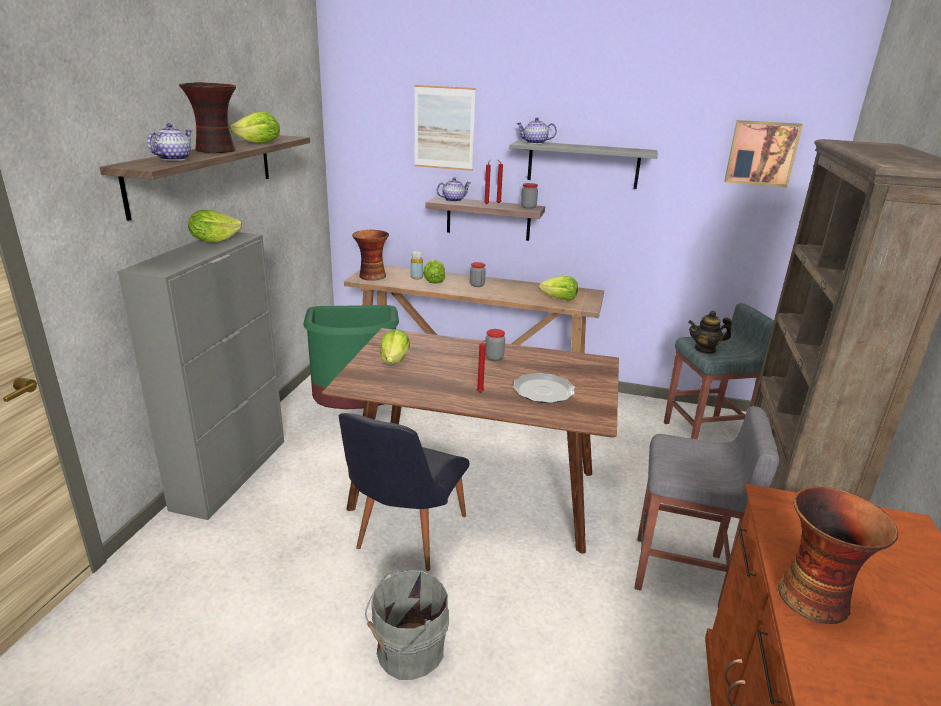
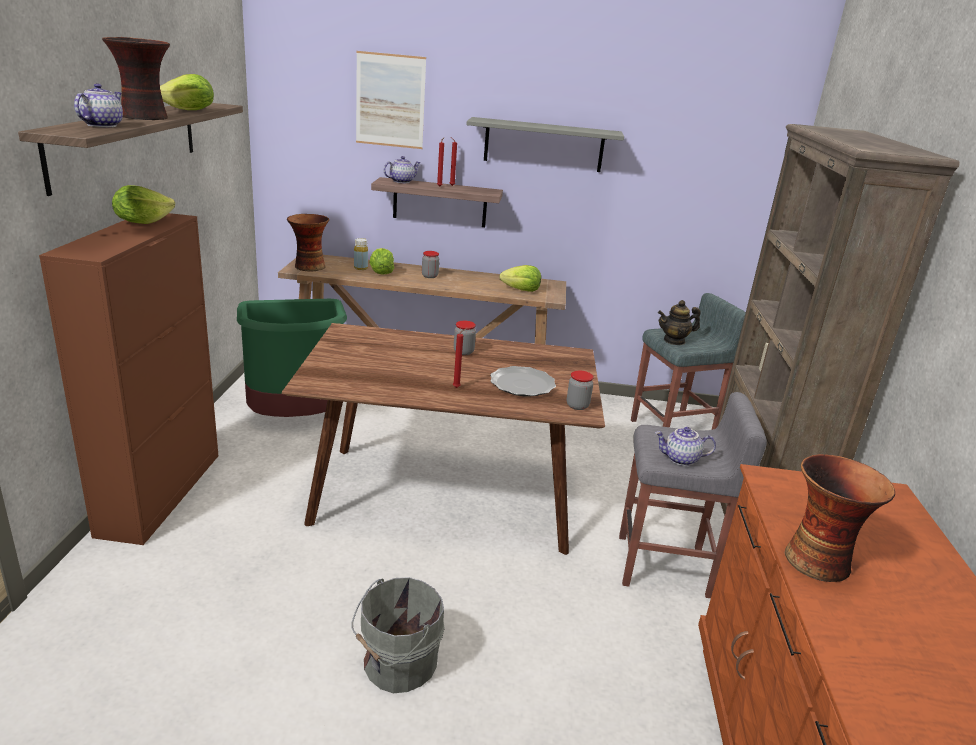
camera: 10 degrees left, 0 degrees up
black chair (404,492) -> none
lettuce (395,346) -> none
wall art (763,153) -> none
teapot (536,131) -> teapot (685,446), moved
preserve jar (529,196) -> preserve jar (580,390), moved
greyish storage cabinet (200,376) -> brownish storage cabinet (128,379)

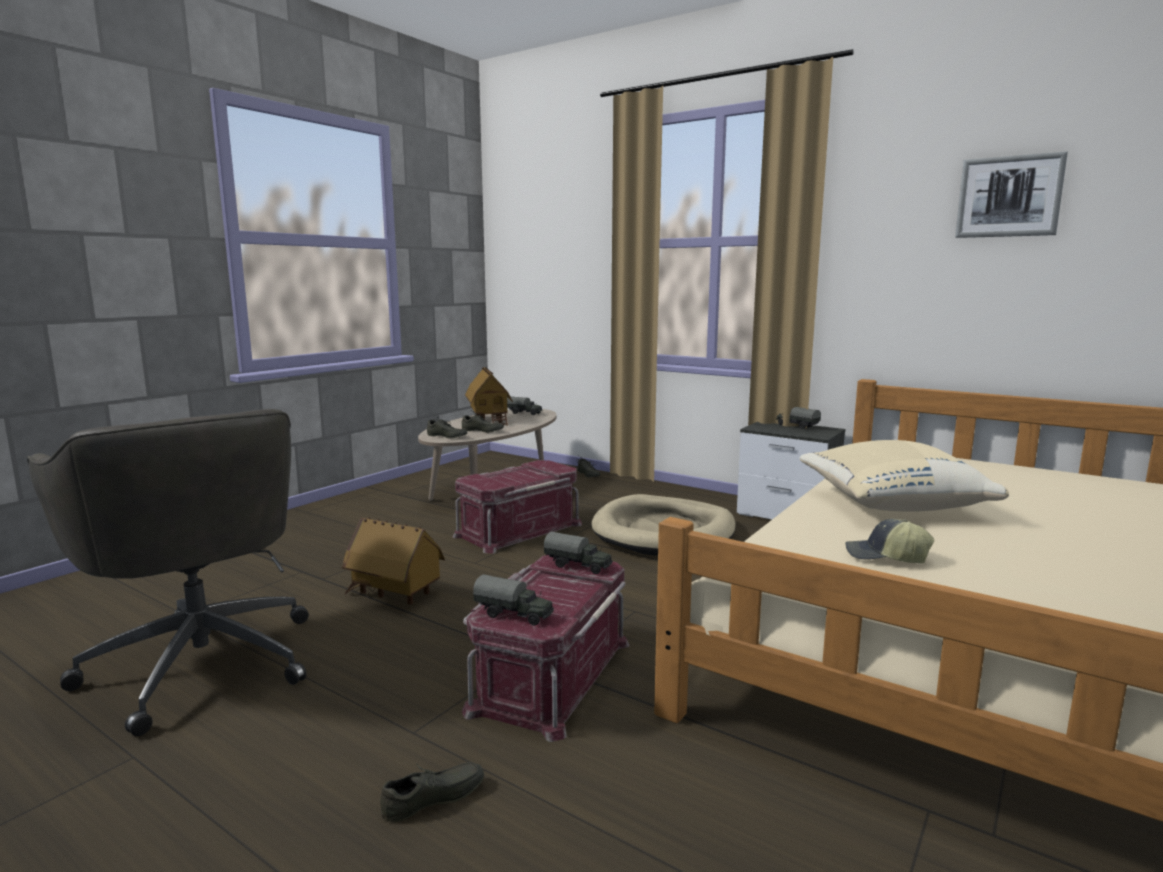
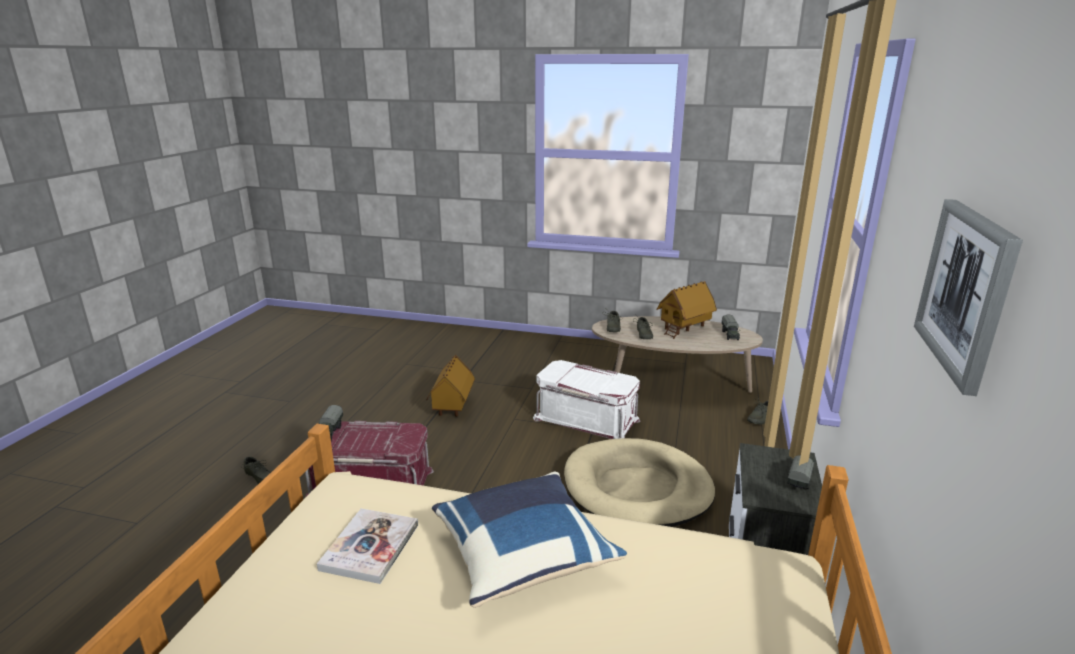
camera: 70 degrees right, 10 degrees up
greyish office chair (168,572) -> none
toy lorry (577,552) -> none
baseball cap (889,541) -> bound book (367,546)
red storage container (517,506) -> whitish storage container (586,399)
beige pillow (904,476) -> bluish pillow (529,540)

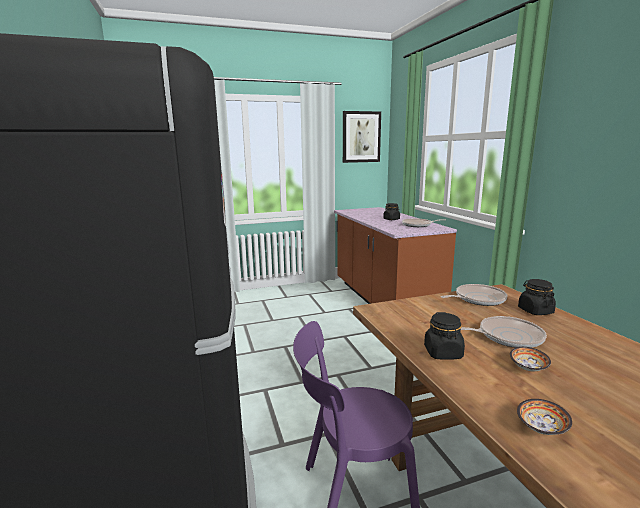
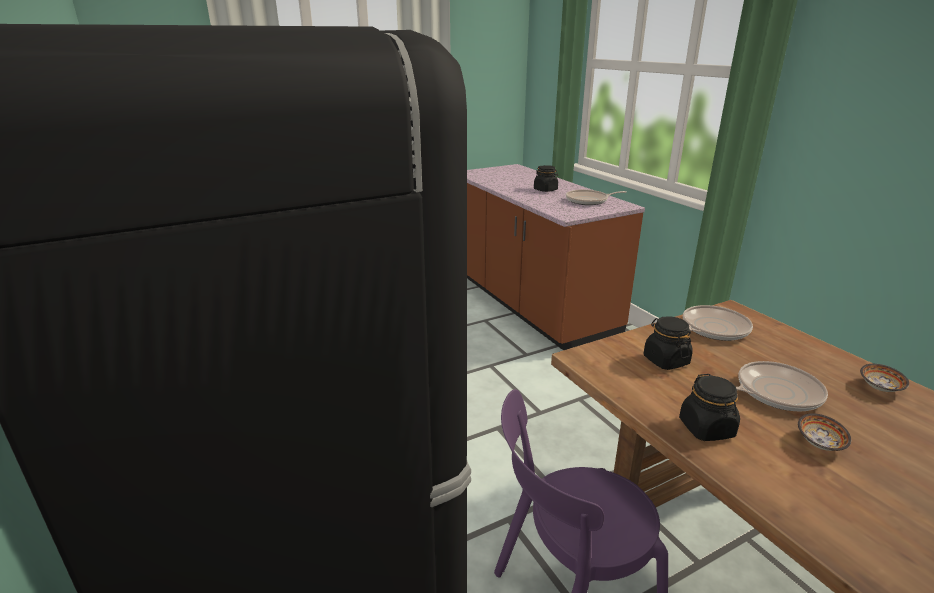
camera: 10 degrees left, 10 degrees up
wall art (362,137) -> none
bowl (544,417) -> bowl (884,378), moved
black preserve jar (537,297) -> black preserve jar (668,343), moved

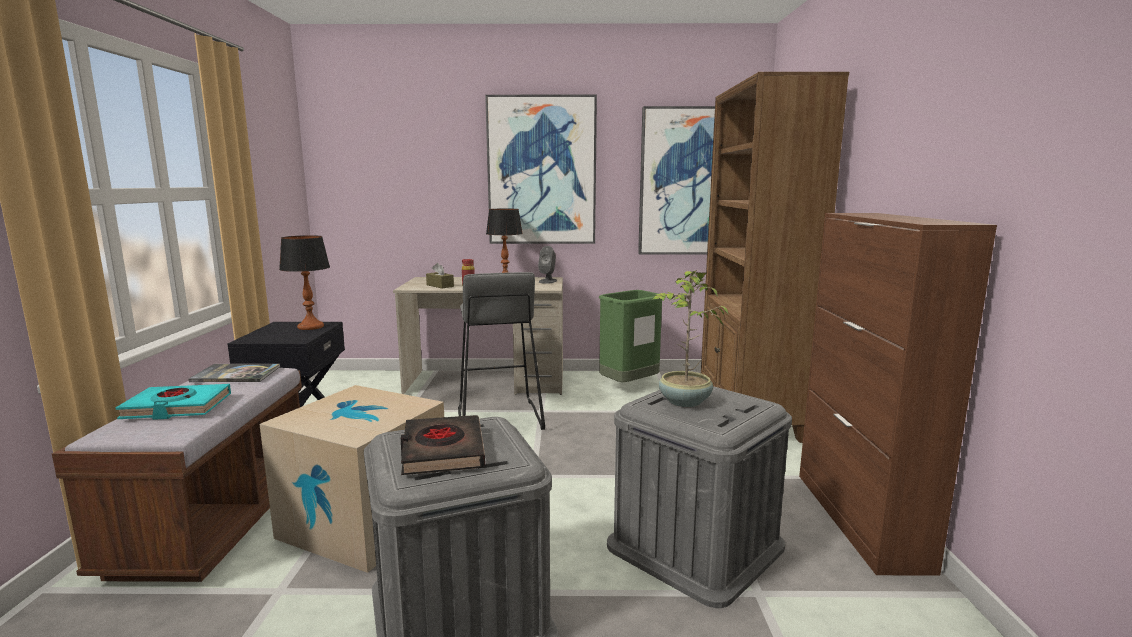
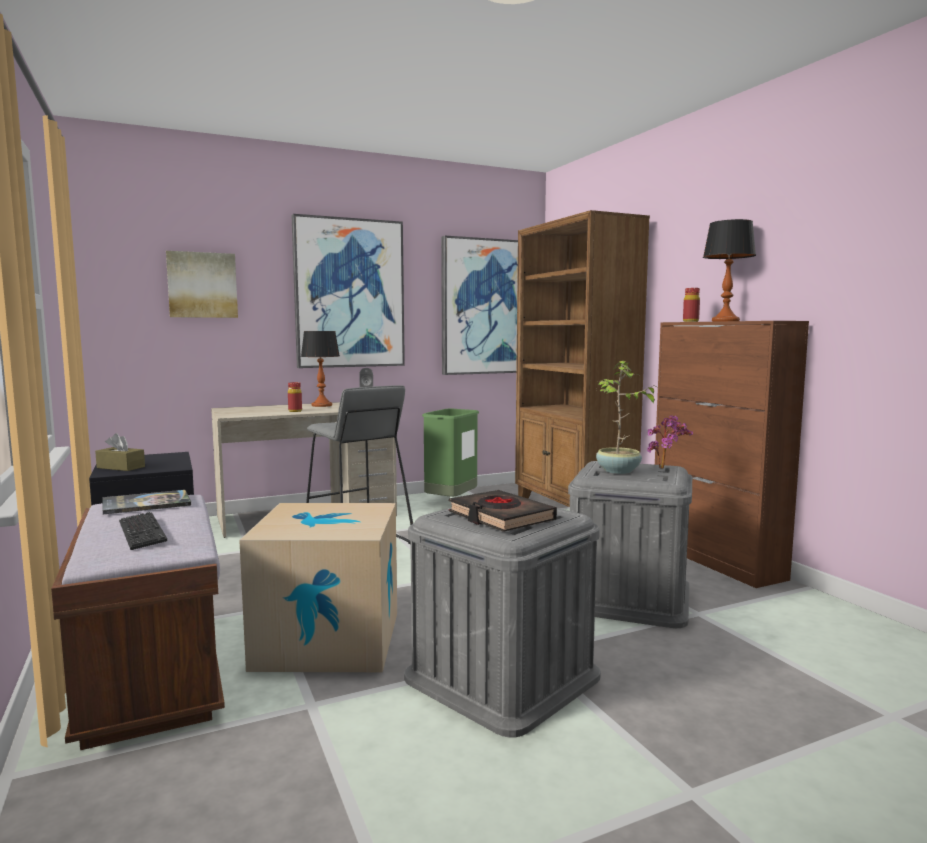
camera: 25 degrees left, 5 degrees down
none -> wall art (202,284)
none -> plant in a pot (670,442)
none -> red bottle (691,305)
table lamp (304,282) -> table lamp (729,270), moved
brownish tissue box (440,275) -> brownish tissue box (120,452), moved
turquoise-coloured bound book (173,402) -> keyboard (143,531)

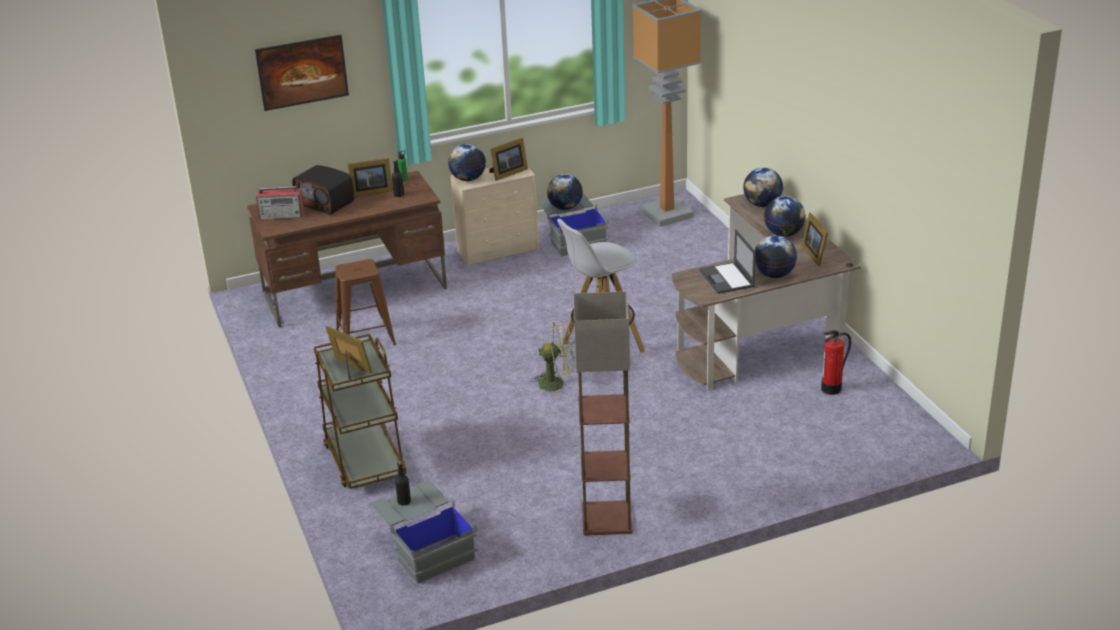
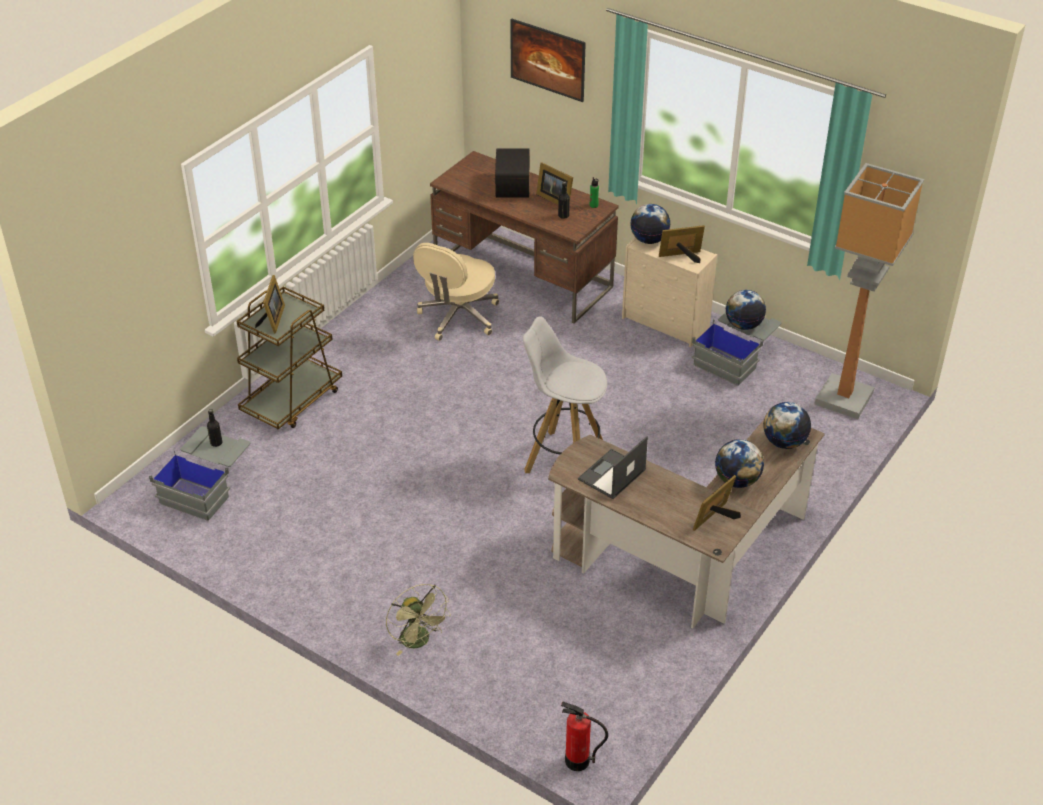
camera: 55 degrees right, 10 degrees up
radio (280,203) -> none
standing lamp (602,413) -> none
desk globe (776,256) -> none
green-coloured fan (553,359) -> green-coloured fan (418,620), moved
fire-fighting cylinder (836,362) -> fire-fighting cylinder (584,736), moved
brownish stool seat (365,302) -> beige office chair (456,292)
photo frame (508,159) -> photo frame (682,244), 150 degrees clockwise

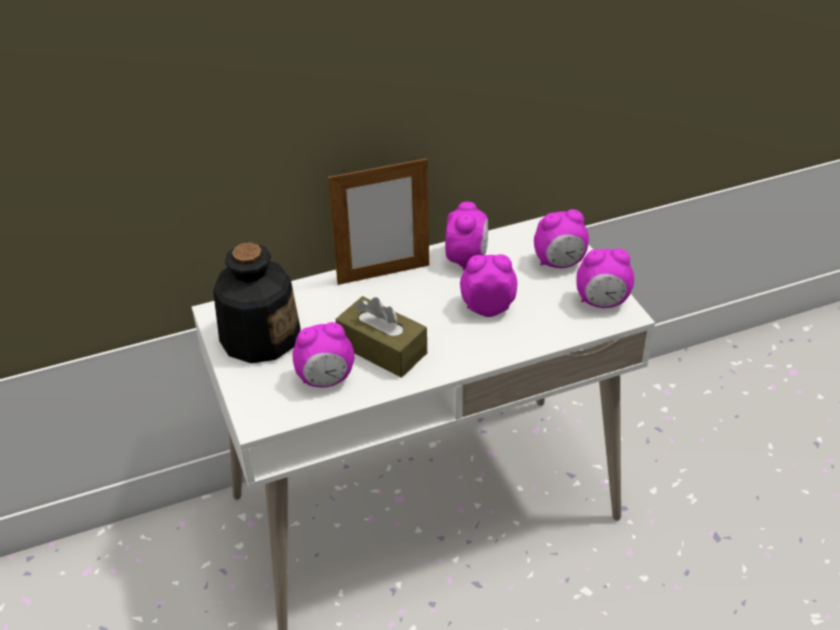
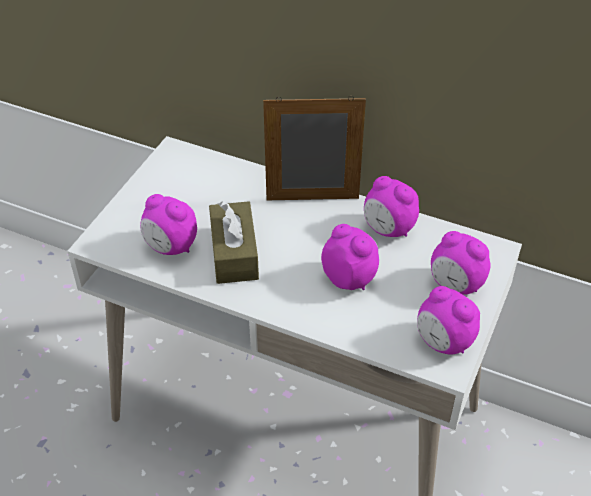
camera: 45 degrees right, 5 degrees up
bottle (257,303) -> none
photo frame (378,221) -> photo frame (314,148), 150 degrees clockwise
alarm clock (466,236) -> alarm clock (391,206), 75 degrees clockwise

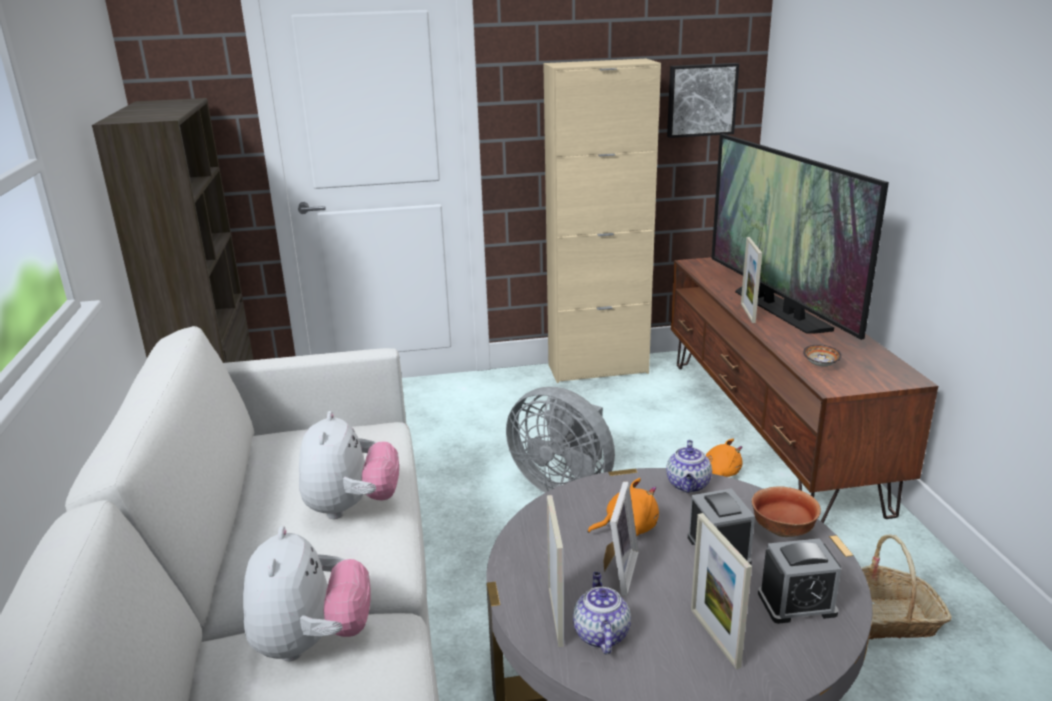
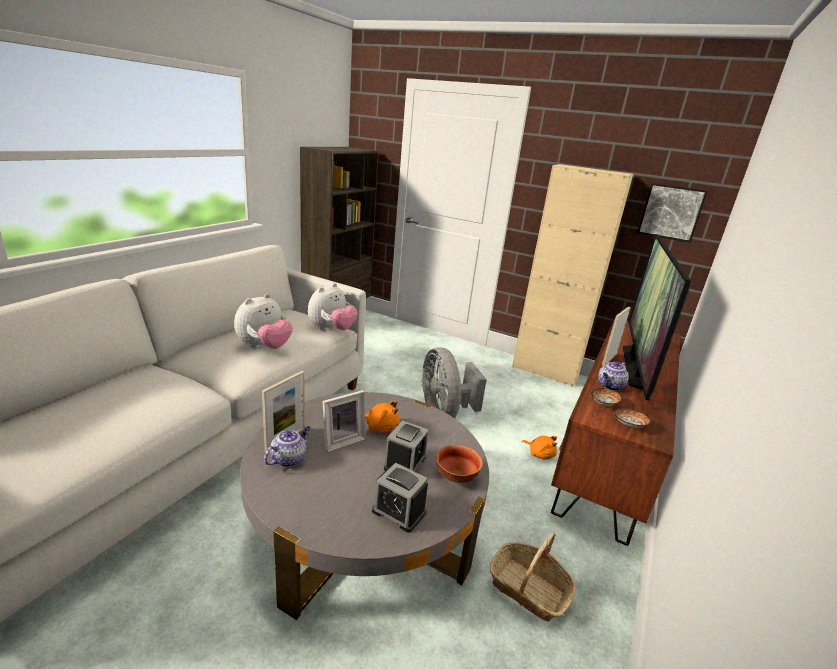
camera: 35 degrees right, 0 degrees up
photo frame (721,591) -> none
none -> bowl (632,418)
soft toy (307,593) -> soft toy (332,307), moved
teapot (689,466) -> teapot (613,376), moved

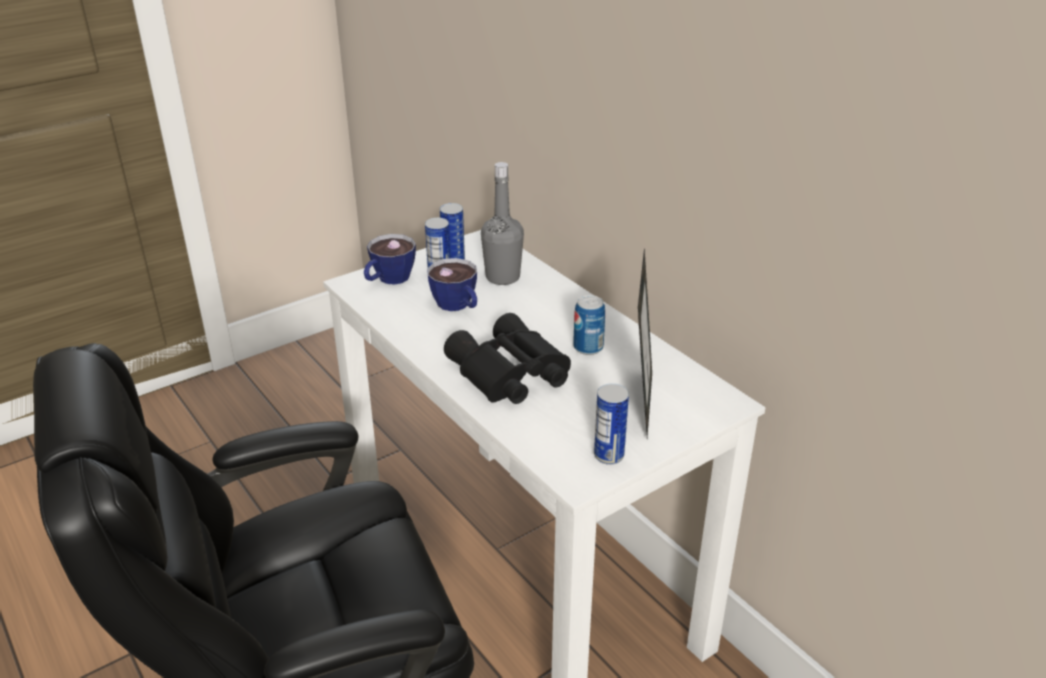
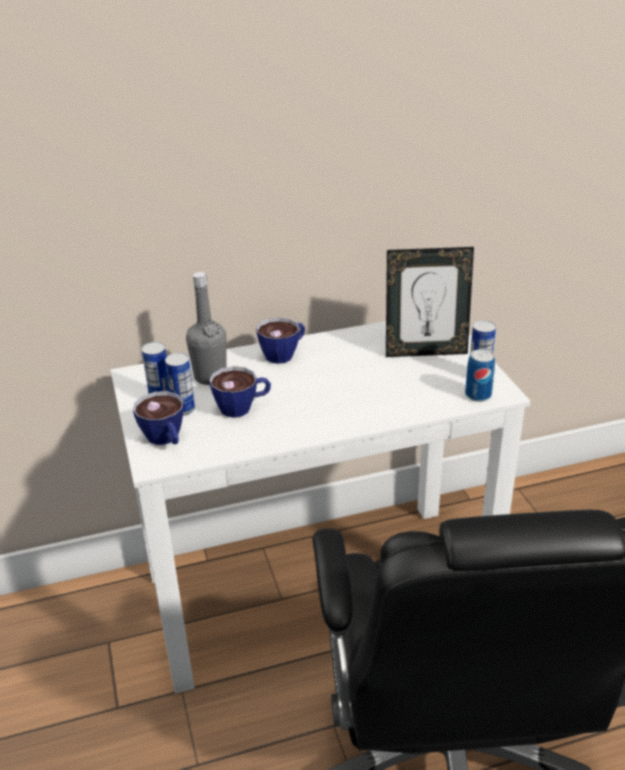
camera: 70 degrees left, 0 degrees up
black binoculars (507,358) -> none
none -> small cup (280,341)
sealed can (589,325) -> sealed can (480,375), moved
photo frame (645,342) -> photo frame (430,302), 150 degrees clockwise

